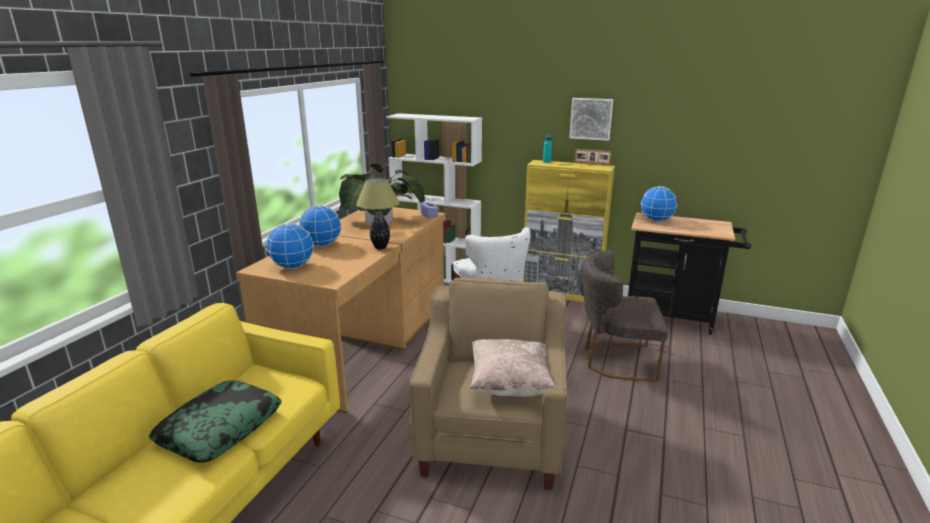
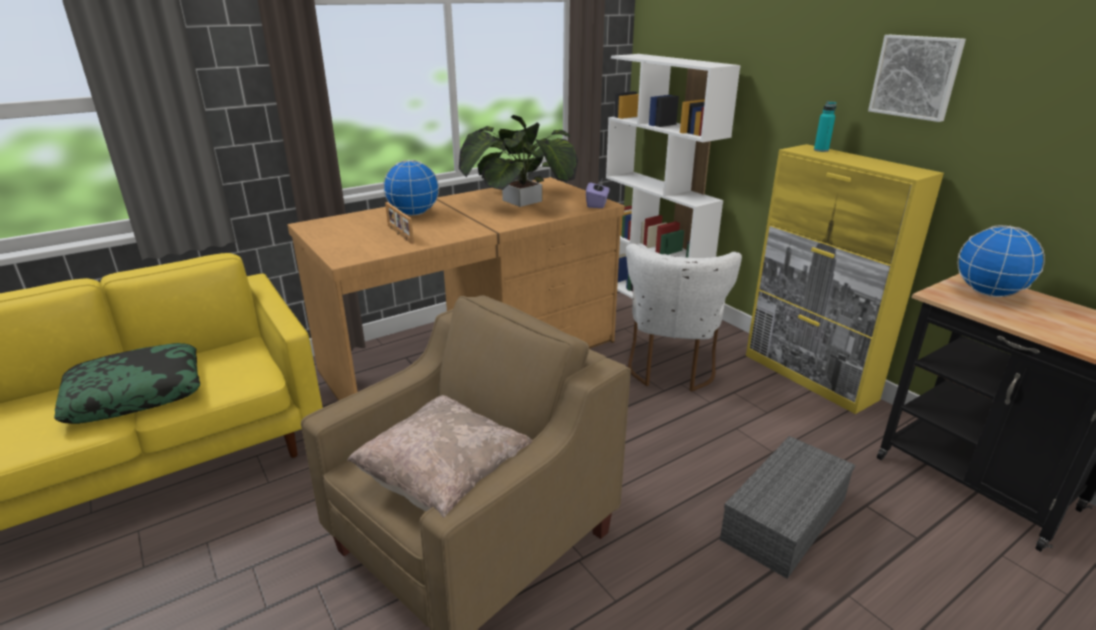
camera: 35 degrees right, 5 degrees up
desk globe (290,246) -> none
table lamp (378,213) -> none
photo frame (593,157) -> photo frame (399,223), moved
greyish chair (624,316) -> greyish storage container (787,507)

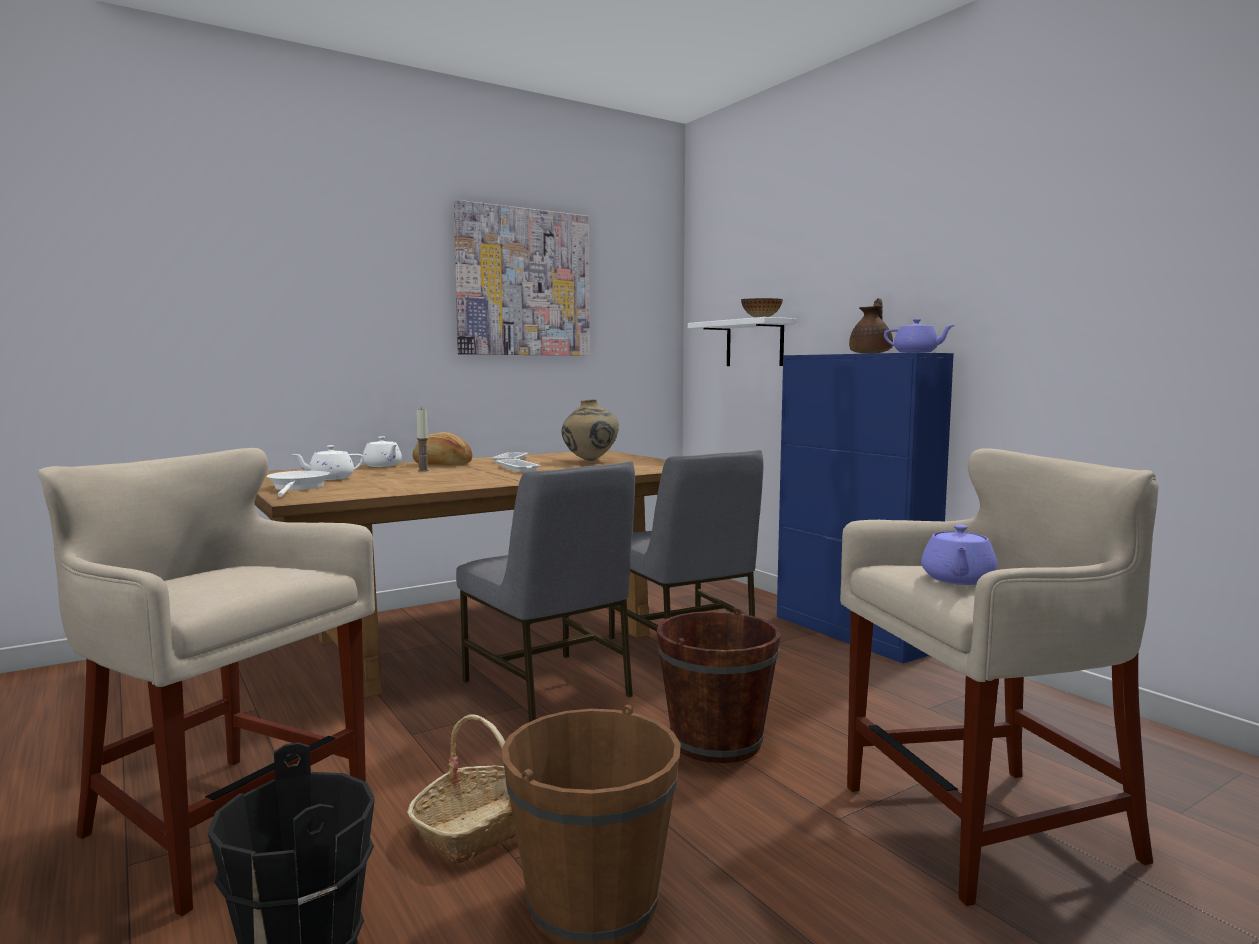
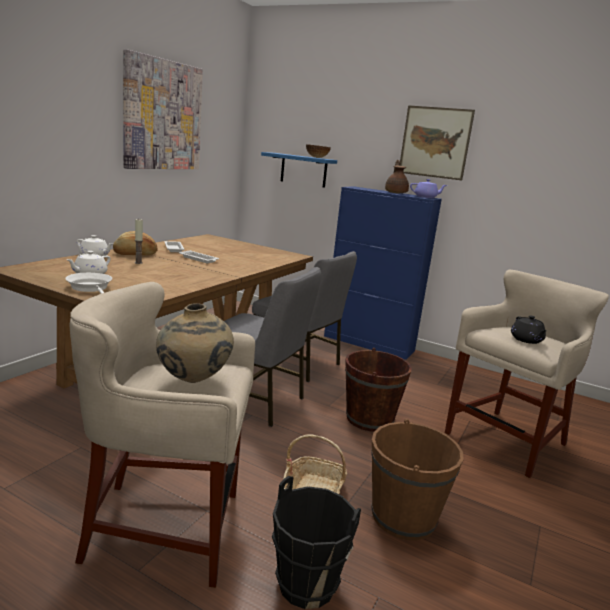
camera: 30 degrees left, 10 degrees up
none -> wall art (437,142)
beige vase (590,430) -> beige vase (195,343), moved
whitish bracket shelf (742,341) -> bluish bracket shelf (299,170)
purple-coloured teapot (959,555) -> black teapot (529,329)

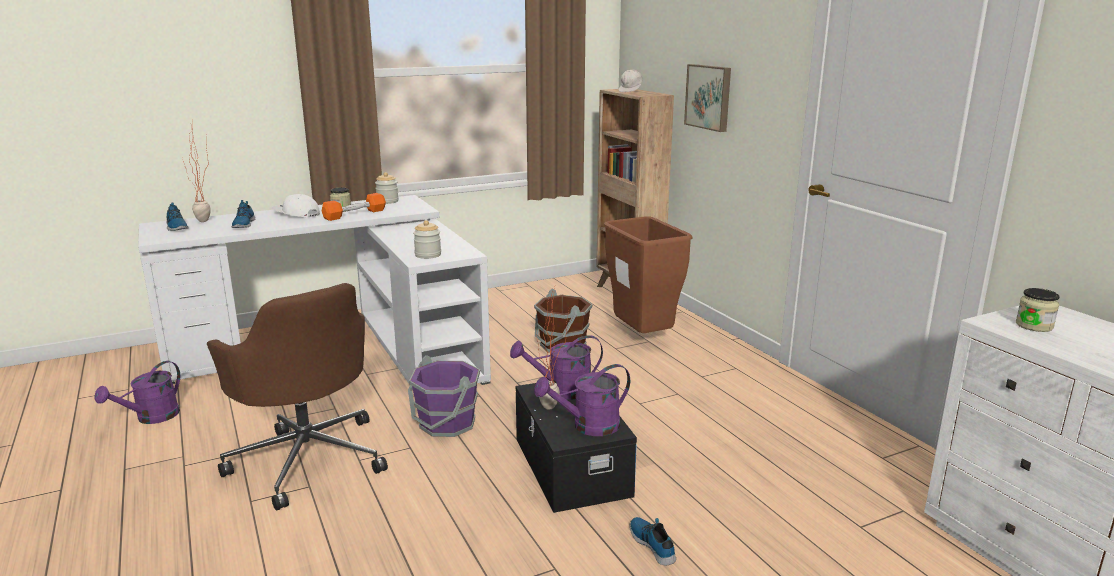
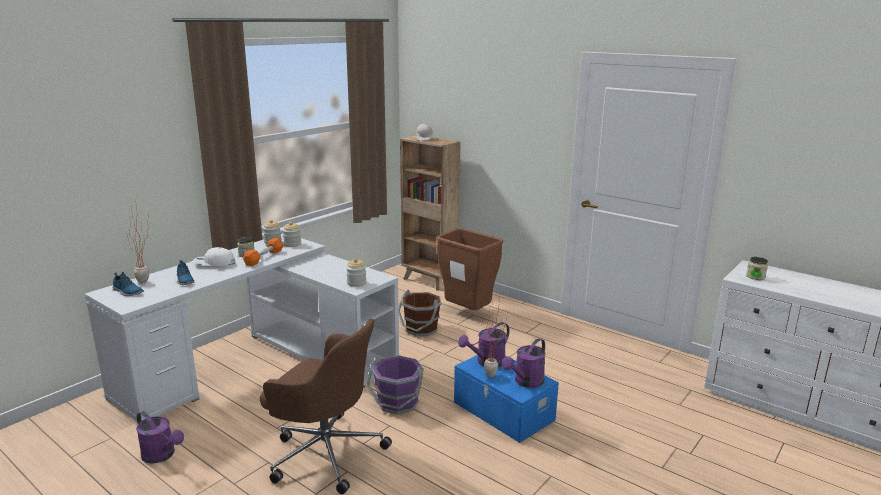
camera: 25 degrees left, 0 degrees up
shoe (652,541) -> none
wall art (707,98) -> none
none -> preserve jar (292,234)
black storage container (576,448) -> bluish storage container (506,399)
purple-coloured watering can (137,392) -> purple-coloured watering can (160,437), 60 degrees counterclockwise

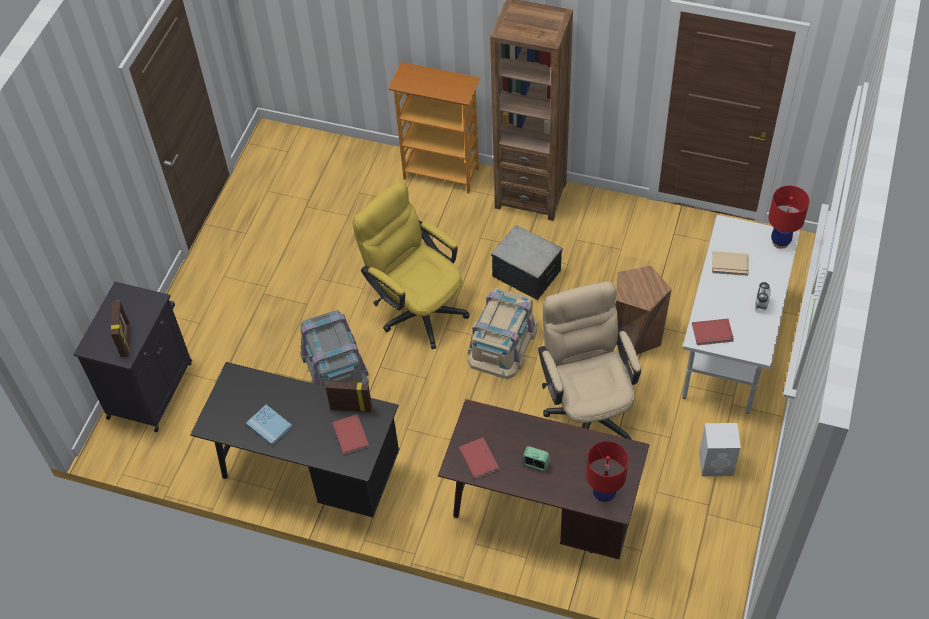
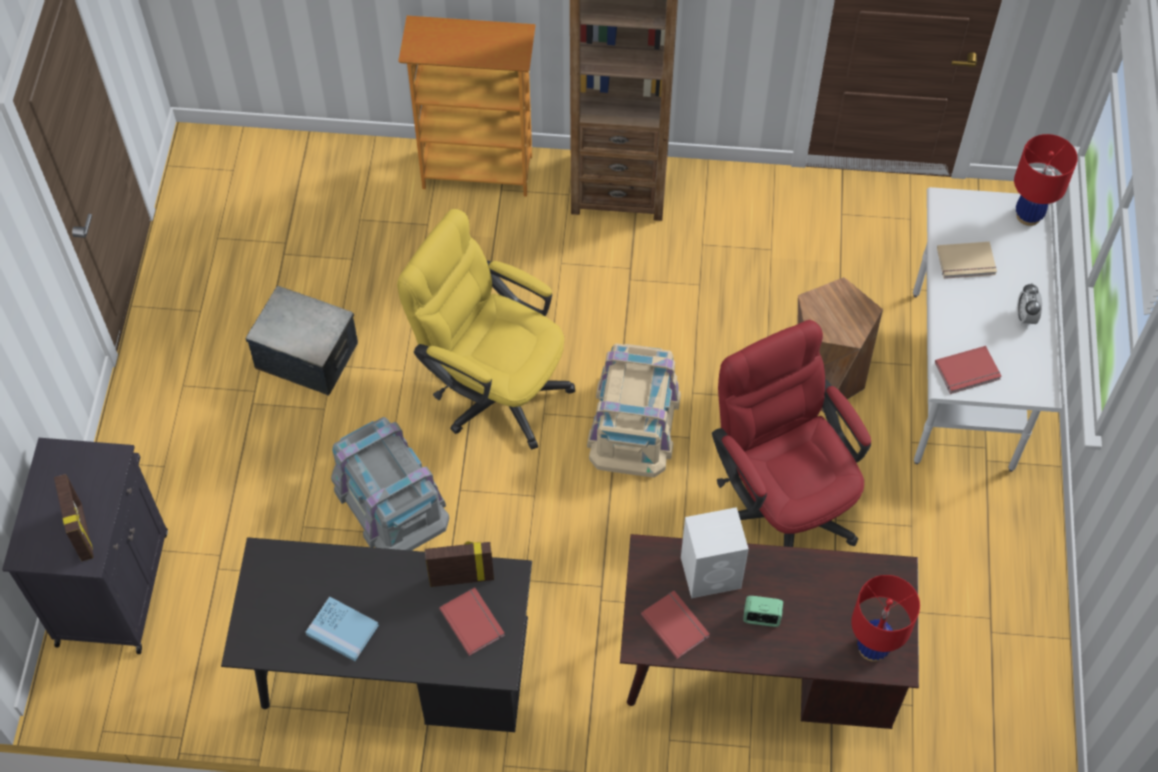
camera: 15 degrees left, 5 degrees up
storage container (527,262) -> storage container (301,341), moved
whitish loudspeaker (720,449) -> whitish loudspeaker (715,552), moved
beige office chair (589,360) -> red office chair (791,433)

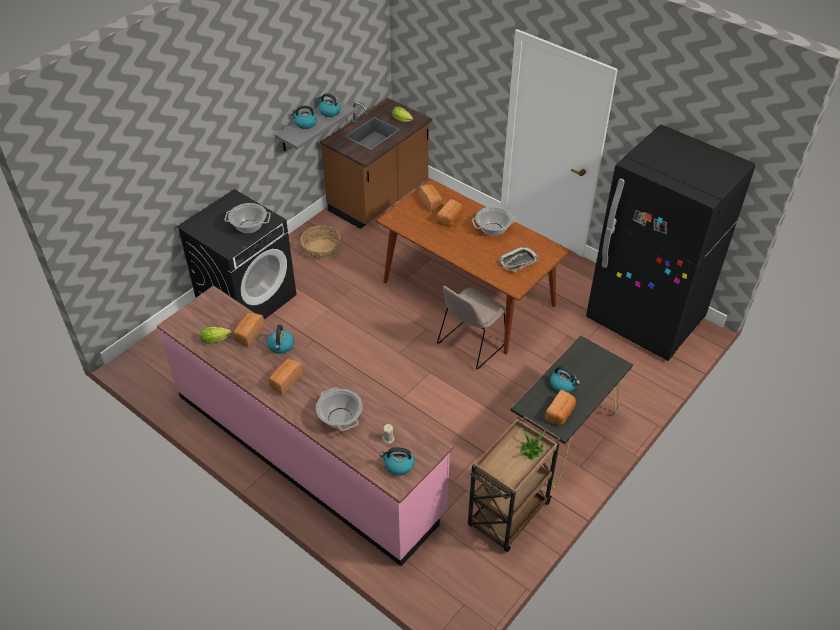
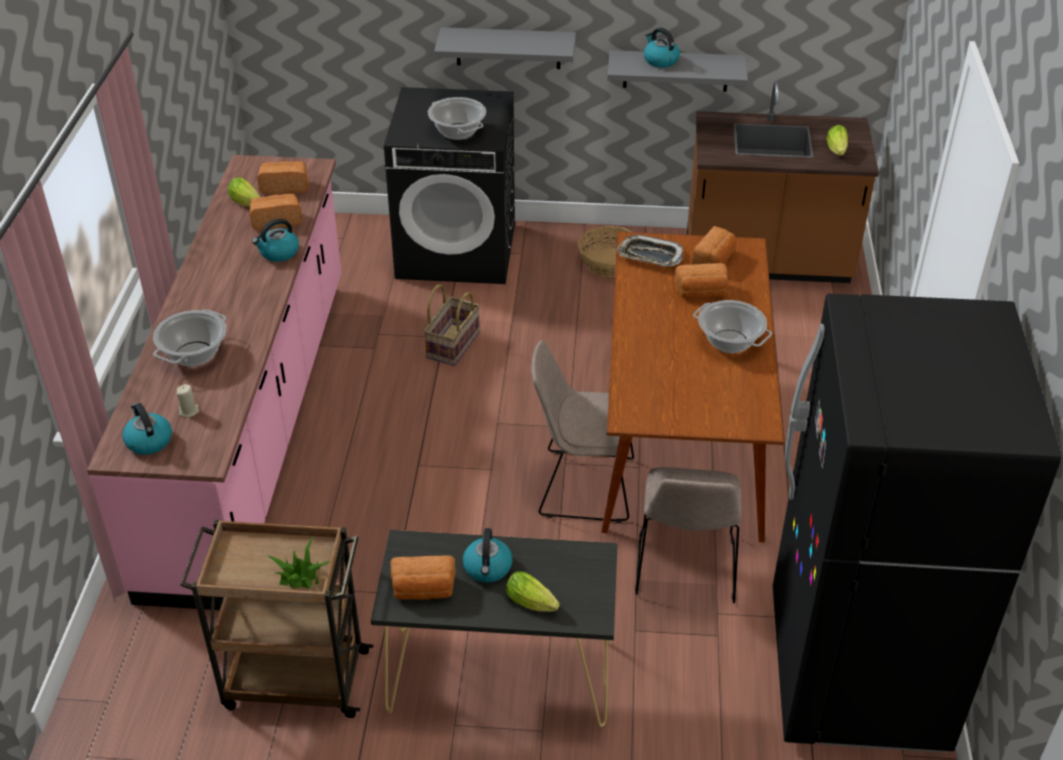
camera: 55 degrees right, 5 degrees down
kettle (329,105) -> none
none -> household basket (452,325)
none -> greyish bracket shelf (505,48)
none -> lettuce (533,592)
none -> beige chair (688,535)
bread (285,377) -> bread (282,177), moved
serving tray (518,259) -> serving tray (650,250), moved

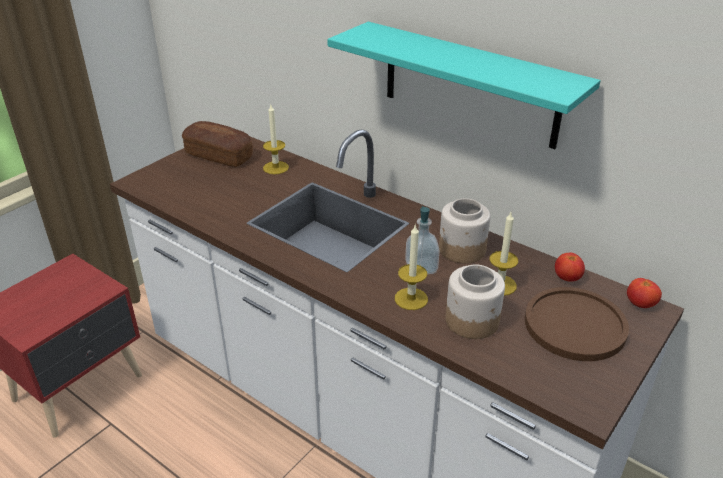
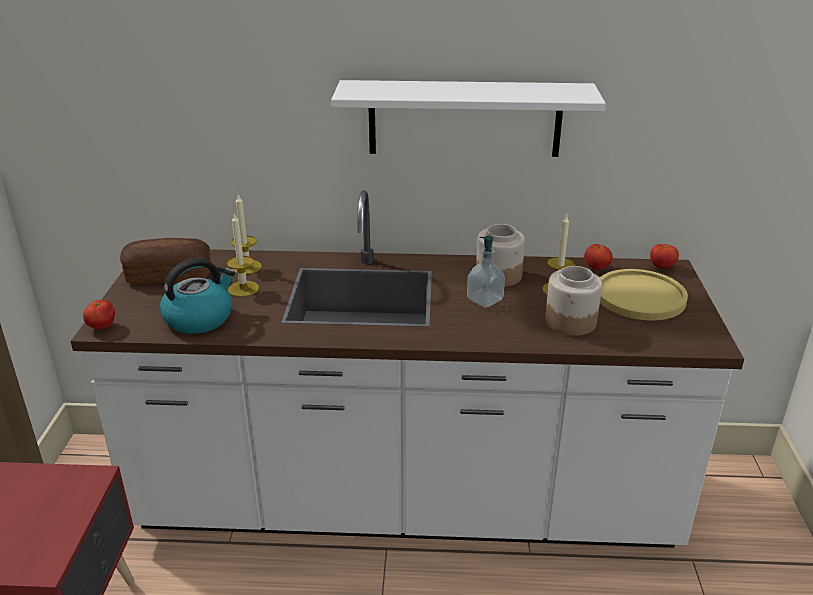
camera: 35 degrees left, 5 degrees down
none -> whole tomato (99,314)
none -> kettle (197,296)
wax light (411,267) -> wax light (243,254), moved
turquoise-coloured bracket shelf (464,85) -> whitish bracket shelf (468,118)
brownish dinner plate (577,324) -> yellow-coloured dinner plate (644,294)

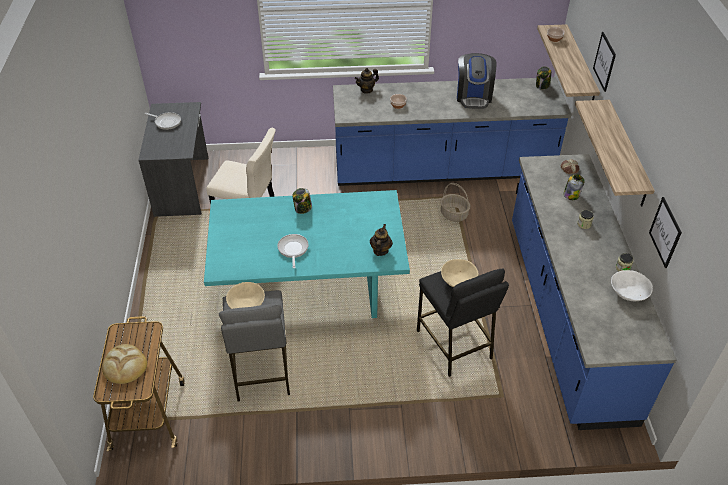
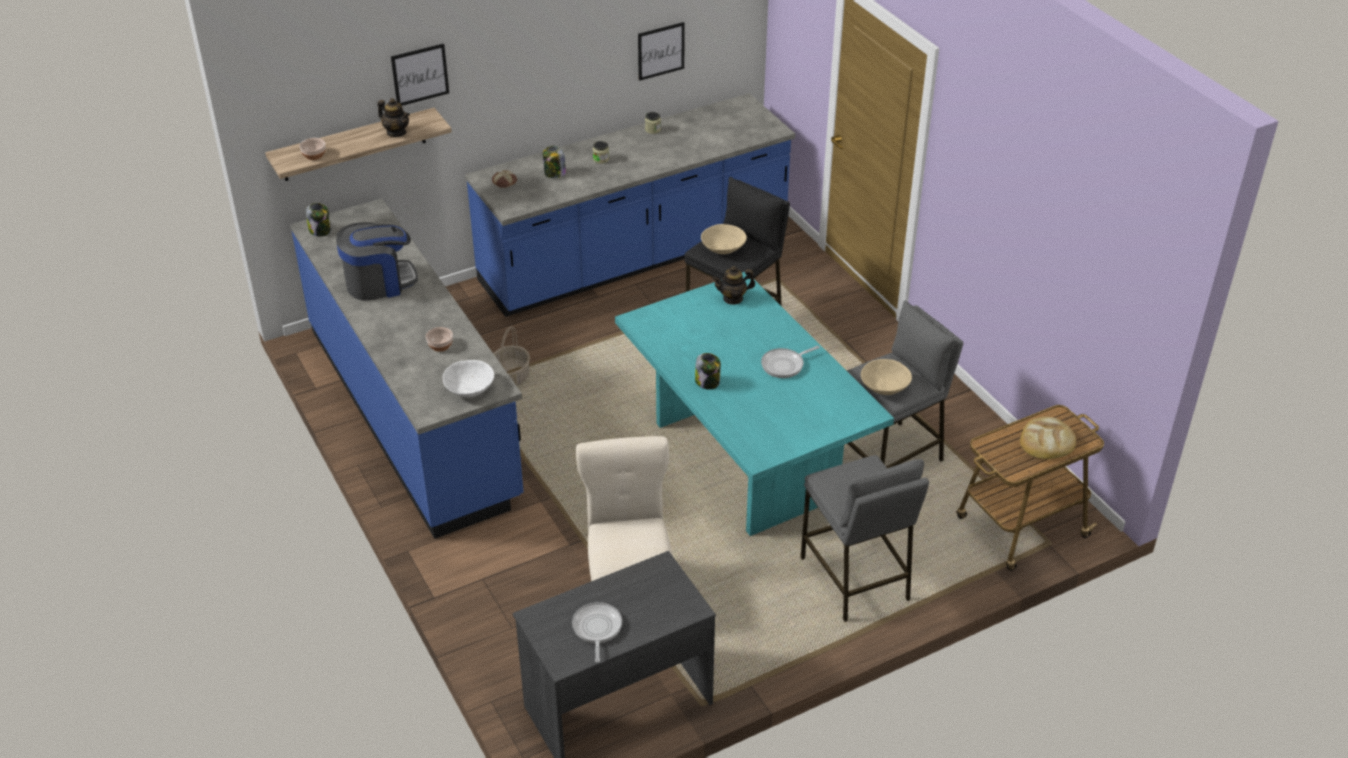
camera: 115 degrees left, 5 degrees down
bracket shelf (615,153) -> none
none -> greyish stool seat (865,538)
teapot (367,81) -> teapot (393,117), moved
whitish bowl (632,285) -> whitish bowl (468,378), moved

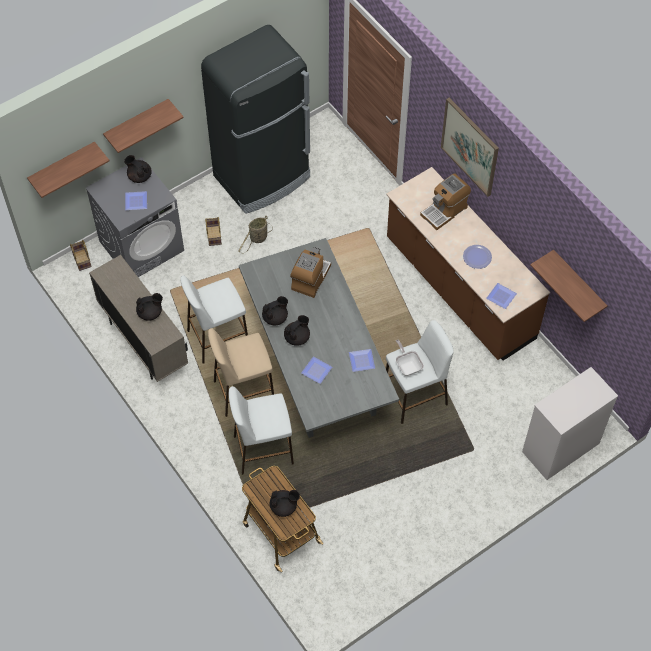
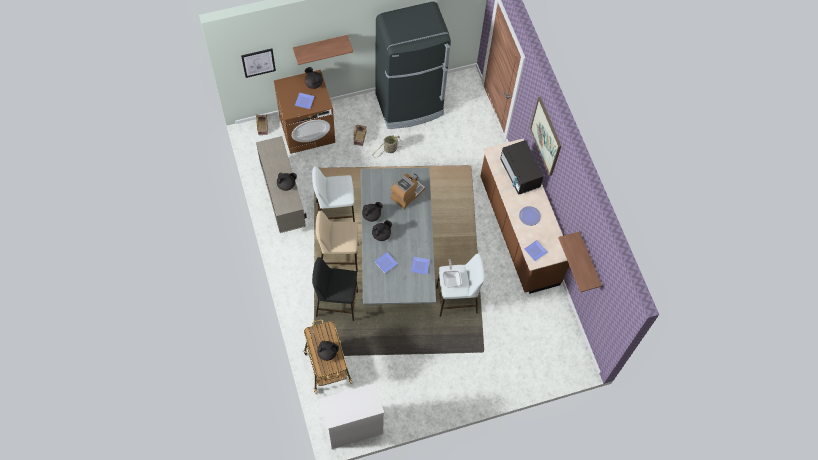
camera: 15 degrees right, 5 degrees up
whitish drawer chest (570,423) -> whitish drawer chest (352,416), moved
bracket shelf (68,170) -> wall art (258,63)
coffee machine (445,201) -> black microwave oven (522,167)
greyish washing machine (135,217) -> brownish washing machine (304,112)
whitish stool seat (261,430) -> black stool seat (335,289)

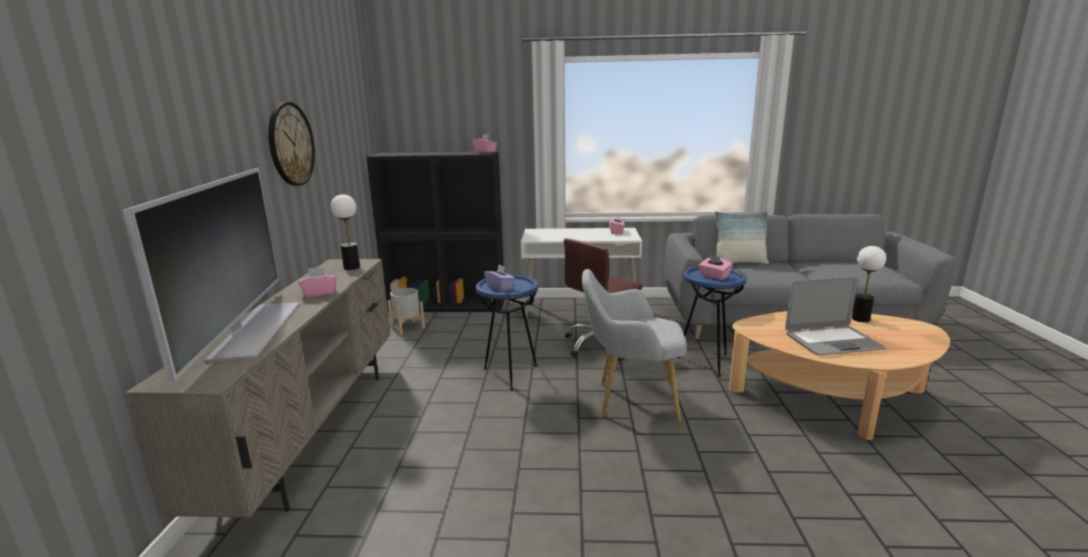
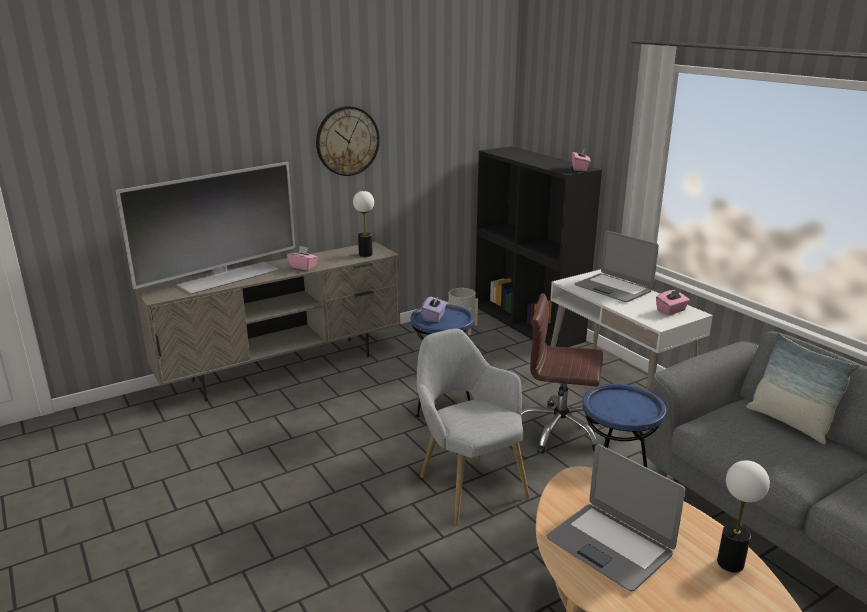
camera: 55 degrees right, 5 degrees up
pinkish tissue box (716,267) -> none
none -> laptop (616,266)

